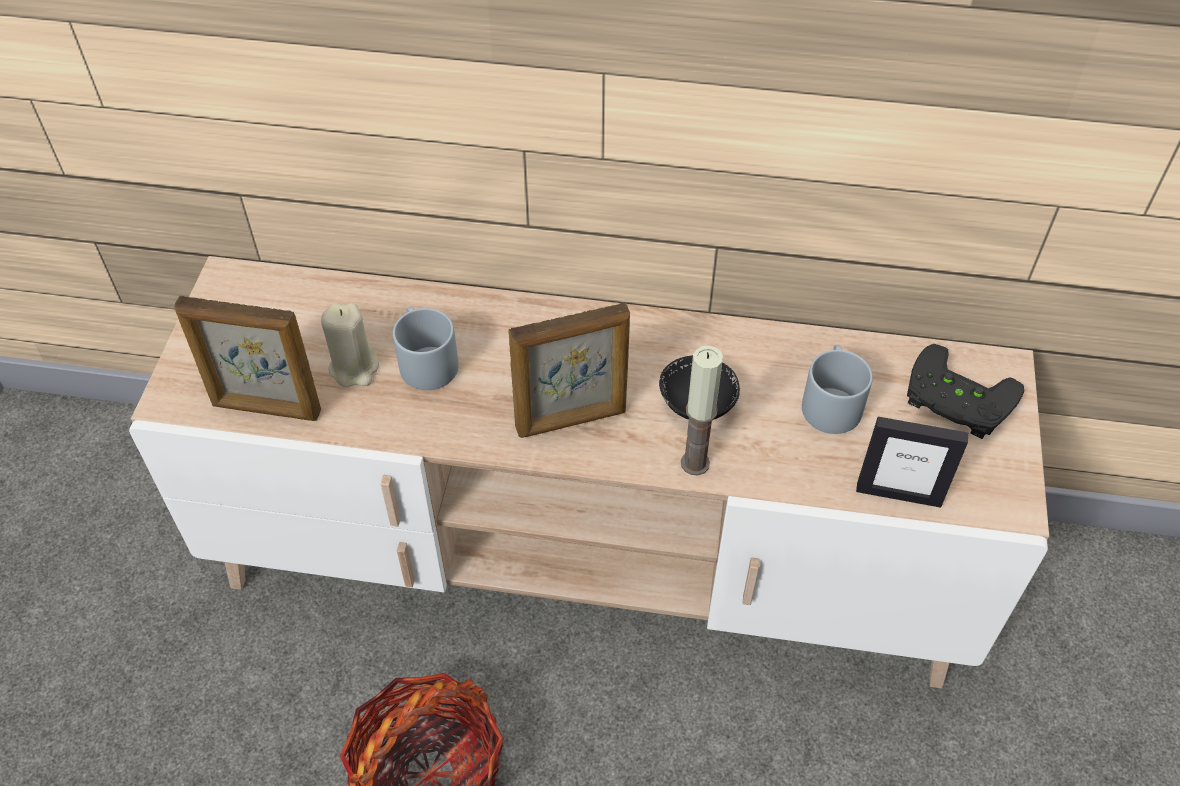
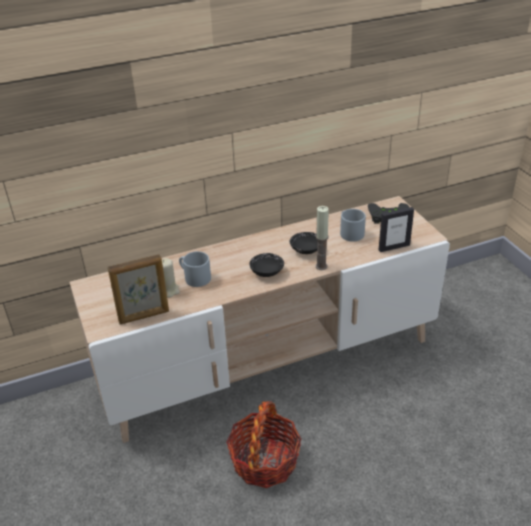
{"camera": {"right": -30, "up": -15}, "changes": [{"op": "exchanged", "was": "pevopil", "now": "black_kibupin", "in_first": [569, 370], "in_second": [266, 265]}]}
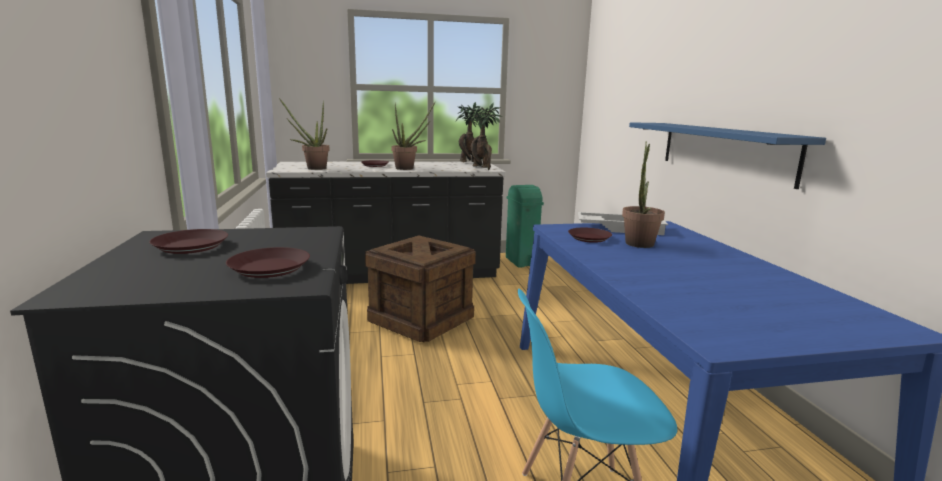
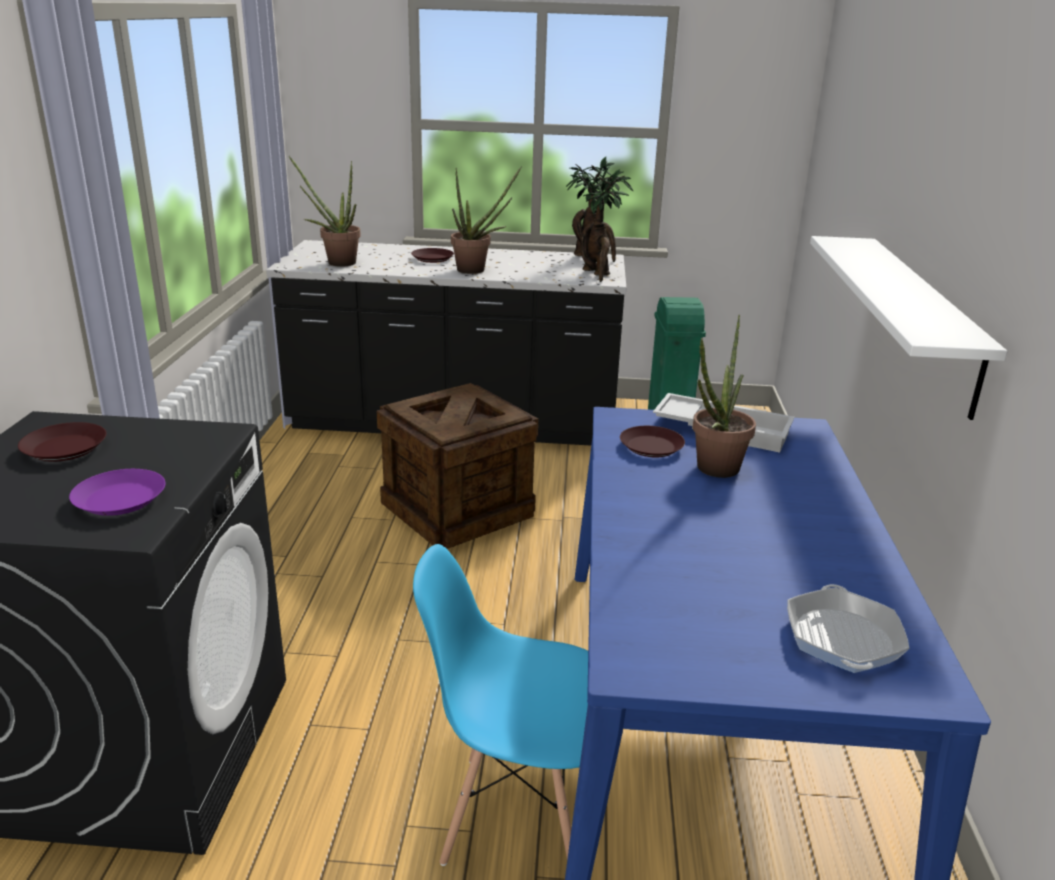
{"camera": {"right": 15, "up": 10}, "changes": [{"op": "colour", "was": "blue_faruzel", "now": "white_faruzel", "in_first": [727, 155], "in_second": [908, 328]}, {"op": "colour", "was": "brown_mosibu", "now": "purple_mosibu", "in_first": [268, 262], "in_second": [117, 492]}, {"op": "appeared", "now": "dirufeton", "in_second": [848, 628]}]}
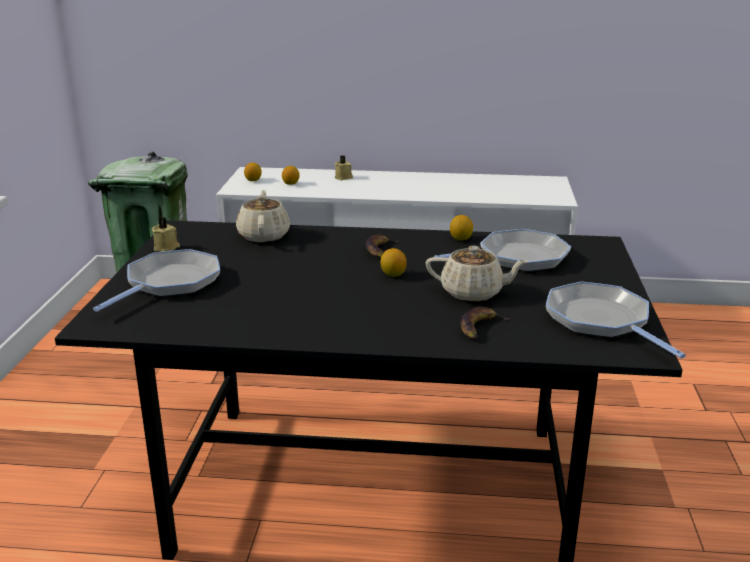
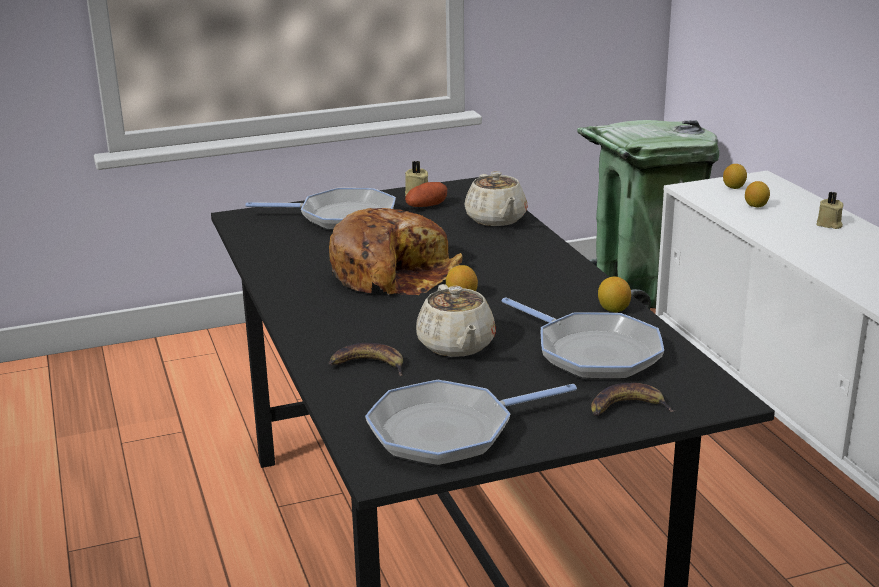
{"camera": {"right": 65, "up": 0}, "changes": [{"op": "spun", "was": "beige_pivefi", "in_first": [263, 216], "in_second": [496, 198], "clockwise": 105}, {"op": "relocated", "was": "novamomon", "in_first": [382, 246], "in_second": [632, 399]}, {"op": "spun", "was": "dirufeton", "in_first": [616, 320], "in_second": [471, 423], "clockwise": -150}, {"op": "appeared", "now": "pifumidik", "in_second": [426, 194]}, {"op": "appeared", "now": "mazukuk", "in_second": [396, 251]}]}
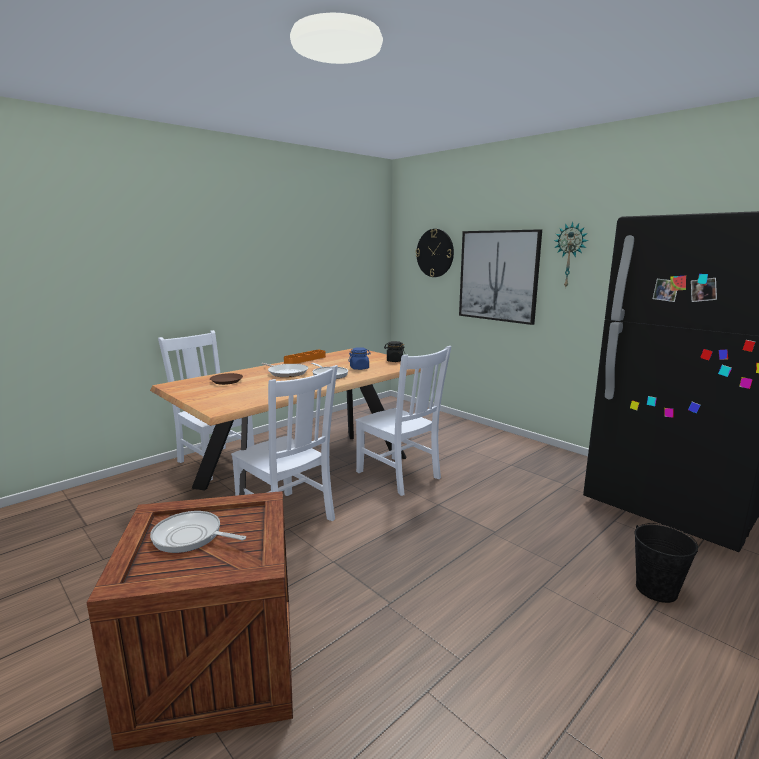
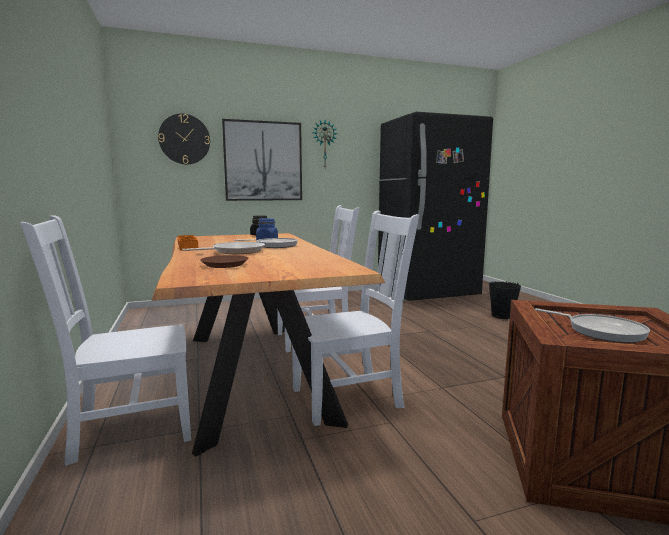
{"camera": {"right": -65, "up": -5}, "changes": [{"op": "spun", "was": "dirufeton", "in_first": [198, 532], "in_second": [592, 325], "clockwise": -90}]}
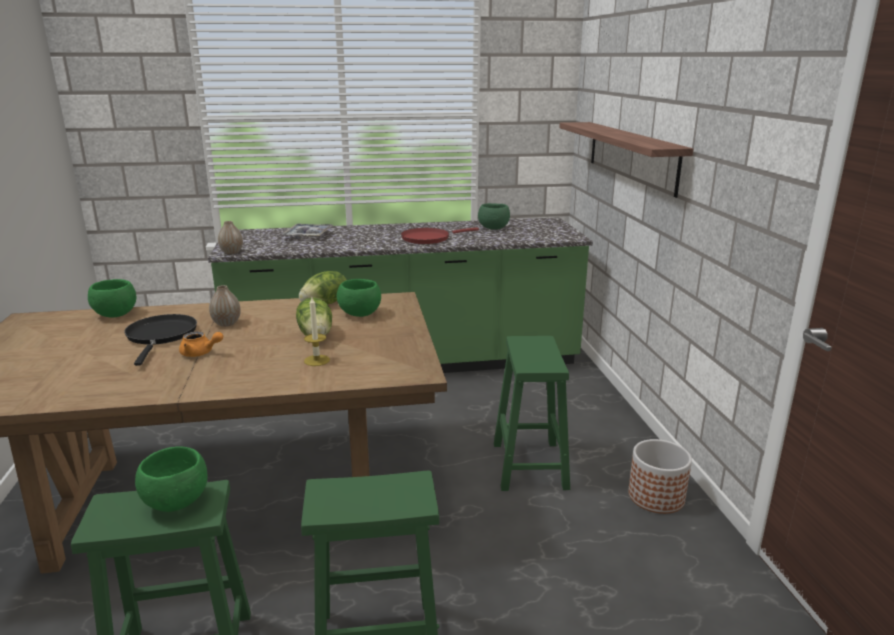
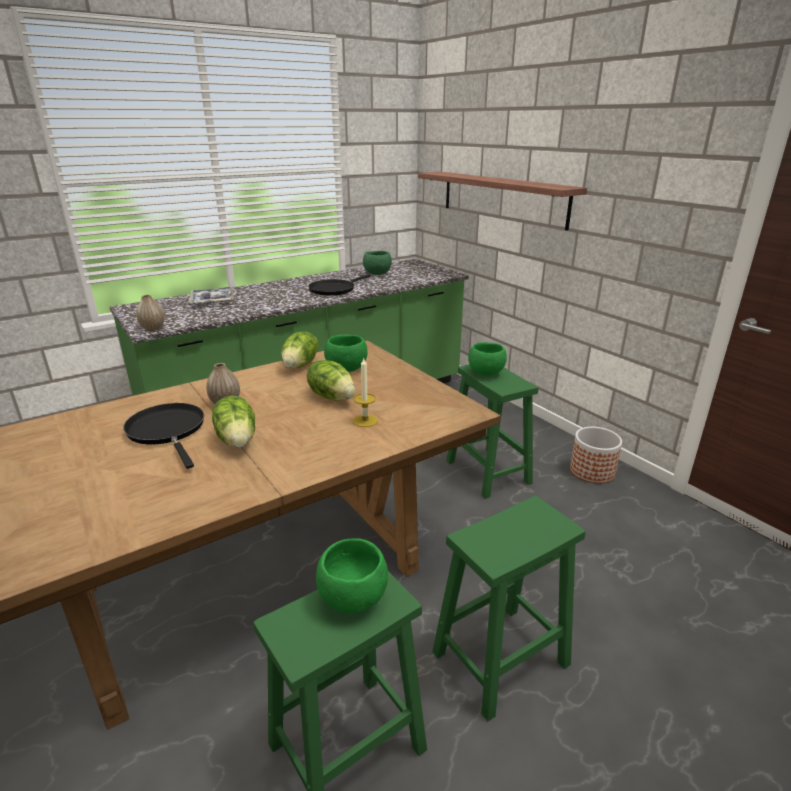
{"camera": {"right": -25, "up": 5}, "changes": [{"op": "colour", "was": "red_dirufeton", "now": "black_dirufeton", "in_first": [440, 236], "in_second": [339, 285]}, {"op": "relocated", "was": "green_kibupin", "in_first": [112, 298], "in_second": [487, 358]}, {"op": "exchanged", "was": "orange_pivefi", "now": "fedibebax", "in_first": [201, 344], "in_second": [233, 422]}]}
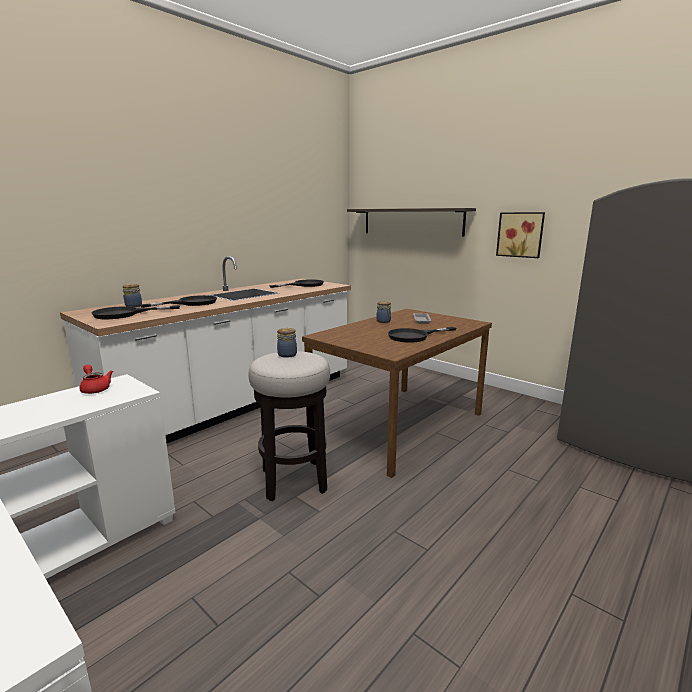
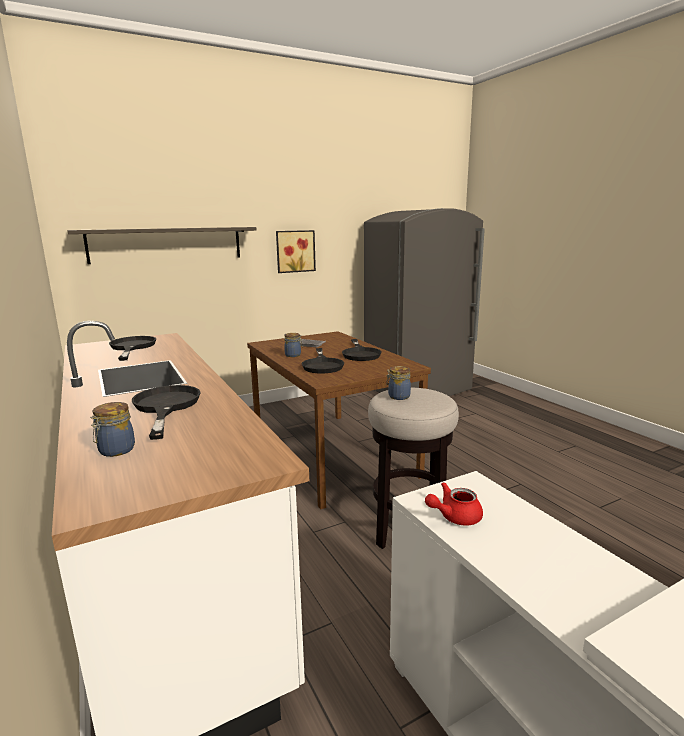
{"camera": {"right": -70, "up": 0}, "changes": [{"op": "relocated", "was": "black_dirufeton", "in_first": [135, 312], "in_second": [323, 360]}]}
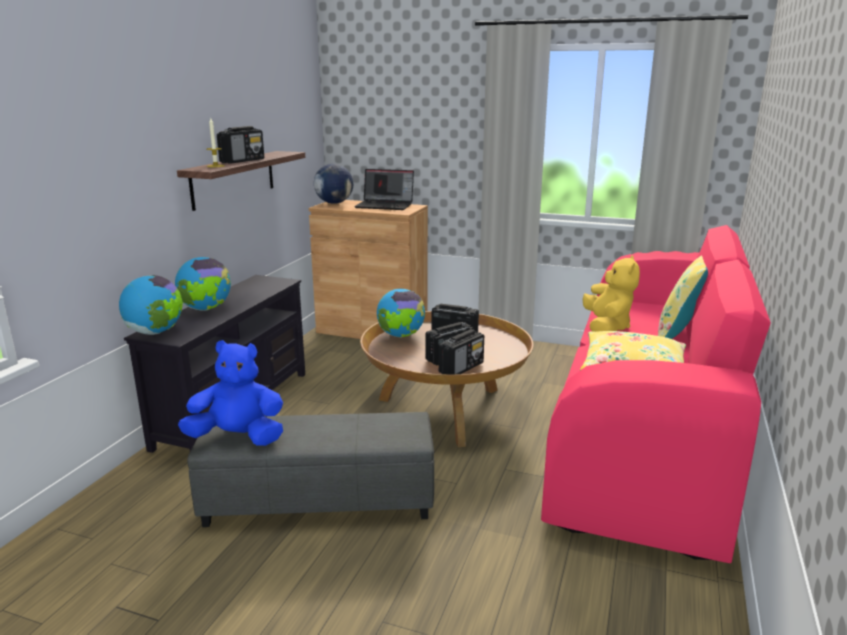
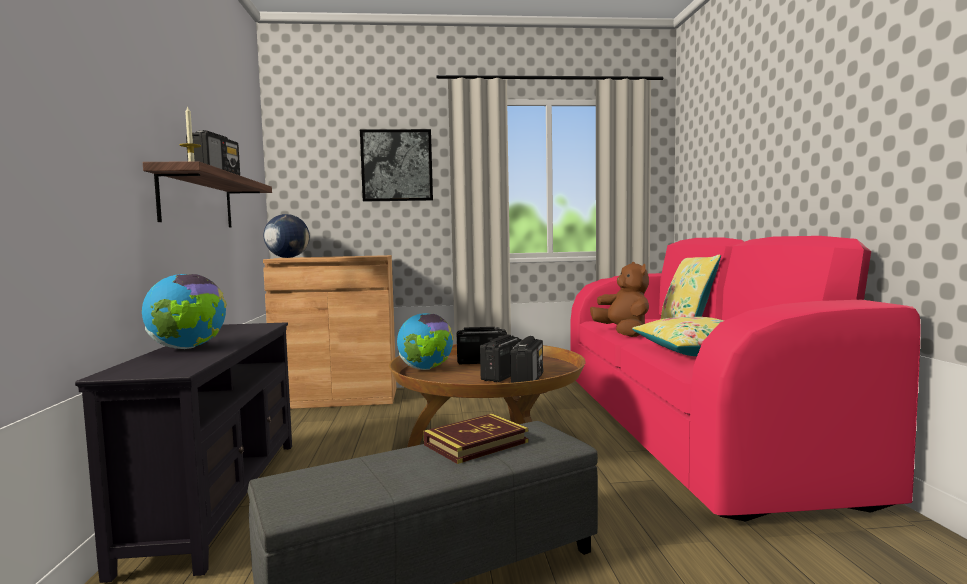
{"camera": {"right": -25, "up": -15}, "changes": [{"op": "missing", "was": "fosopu", "in_first": [384, 189]}, {"op": "colour", "was": "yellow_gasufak", "now": "brown_gasufak", "in_first": [611, 293], "in_second": [619, 299]}, {"op": "missing", "was": "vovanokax", "in_first": [151, 305]}, {"op": "missing", "was": "blue_gasufak", "in_first": [230, 393]}, {"op": "appeared", "now": "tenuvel", "in_second": [396, 165]}, {"op": "appeared", "now": "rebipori", "in_second": [476, 439]}]}
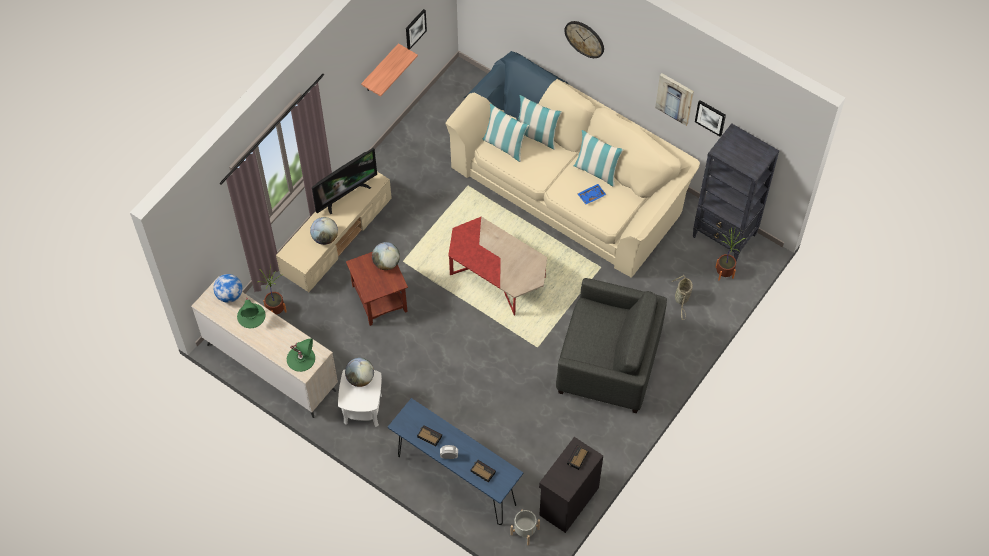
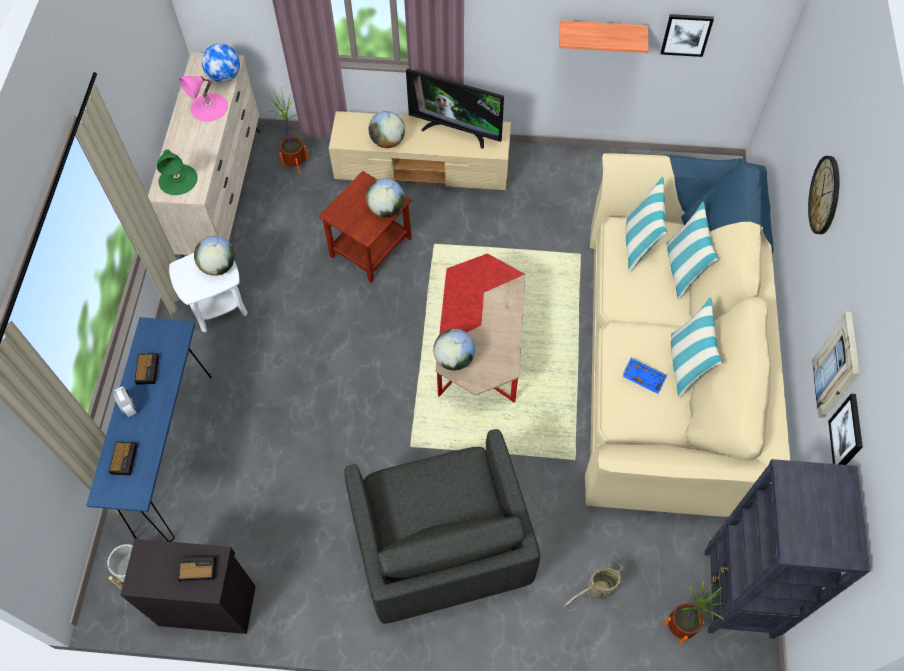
{"camera": {"right": 60, "up": 0}, "changes": [{"op": "colour", "was": "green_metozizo", "now": "pink_metozizo", "in_first": [251, 313], "in_second": [203, 99]}, {"op": "appeared", "now": "vovanokax", "in_second": [454, 349]}]}
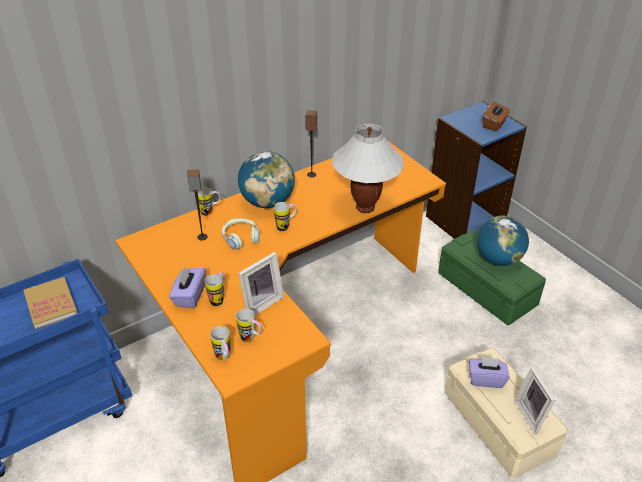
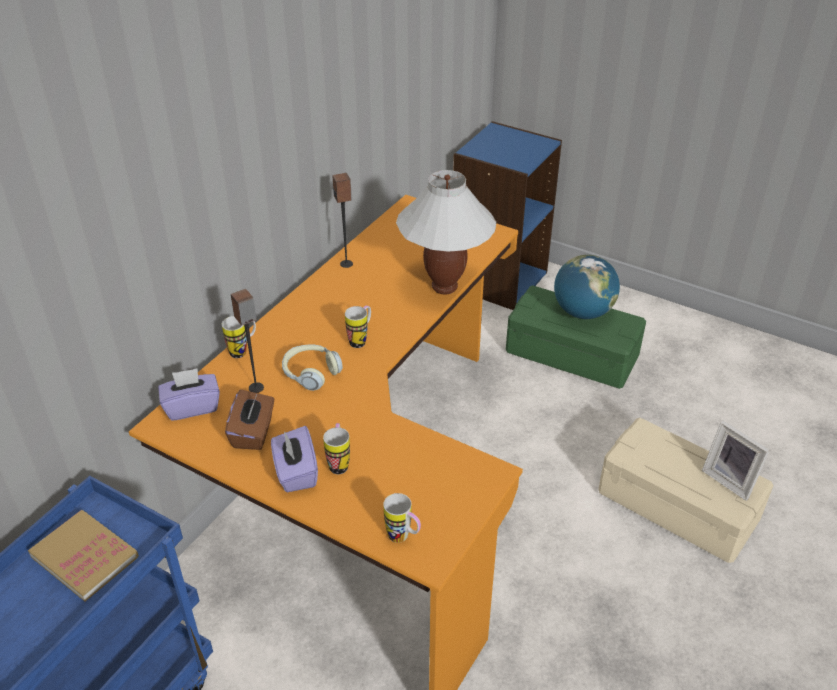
{"camera": {"right": -25, "up": 0}, "changes": [{"op": "relocated", "was": "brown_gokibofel", "in_first": [496, 116], "in_second": [249, 420]}, {"op": "missing", "was": "vovanokax", "in_first": [266, 179]}, {"op": "missing", "was": "pevopil", "in_first": [261, 283]}, {"op": "missing", "was": "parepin", "in_first": [249, 325]}, {"op": "relocated", "was": "purple_gokibofel", "in_first": [489, 372], "in_second": [189, 394]}]}
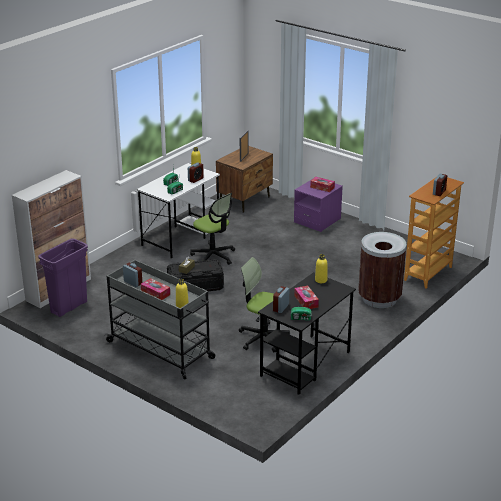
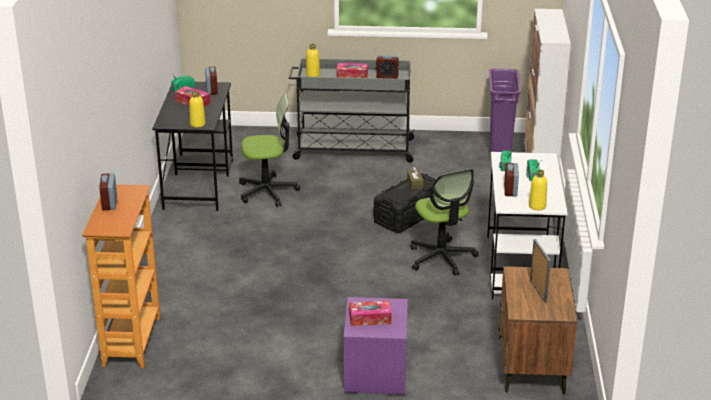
{"camera": {"right": 145, "up": 0}, "changes": [{"op": "spun", "was": "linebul", "in_first": [212, 229], "in_second": [445, 222], "clockwise": -120}, {"op": "missing", "was": "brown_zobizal", "in_first": [382, 270]}]}
